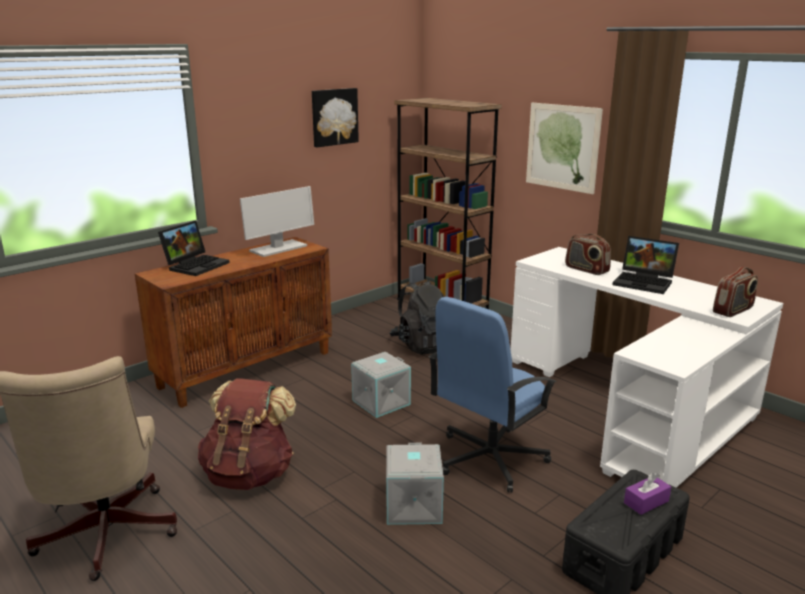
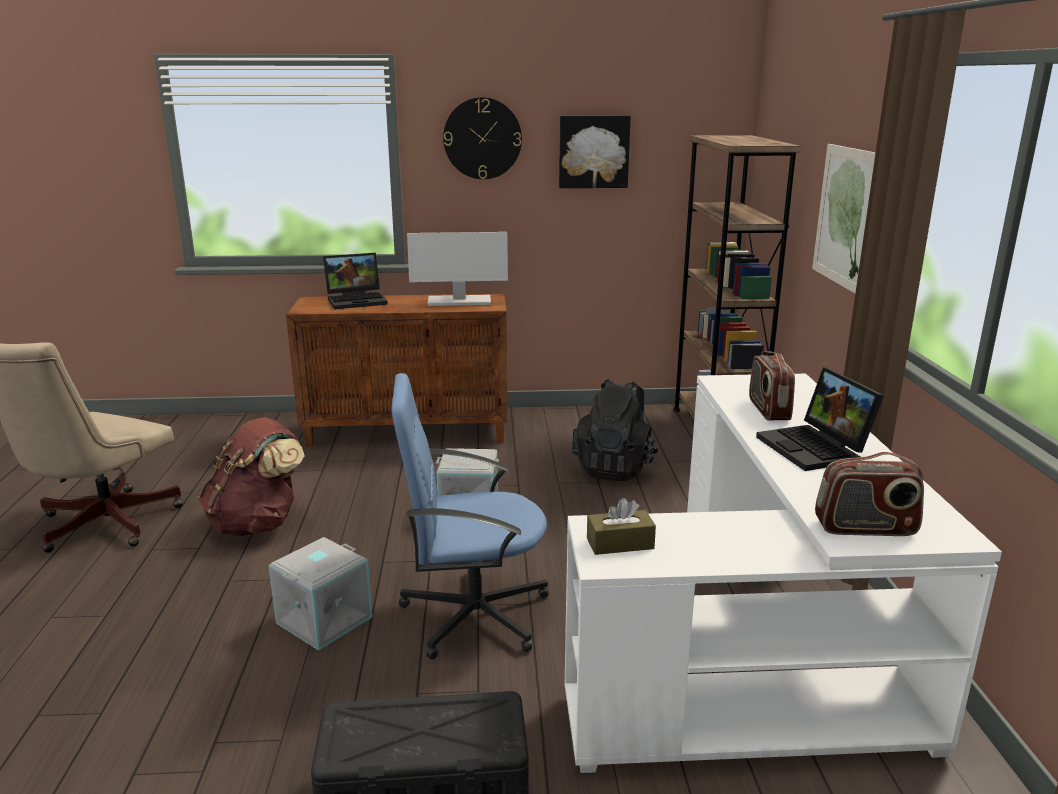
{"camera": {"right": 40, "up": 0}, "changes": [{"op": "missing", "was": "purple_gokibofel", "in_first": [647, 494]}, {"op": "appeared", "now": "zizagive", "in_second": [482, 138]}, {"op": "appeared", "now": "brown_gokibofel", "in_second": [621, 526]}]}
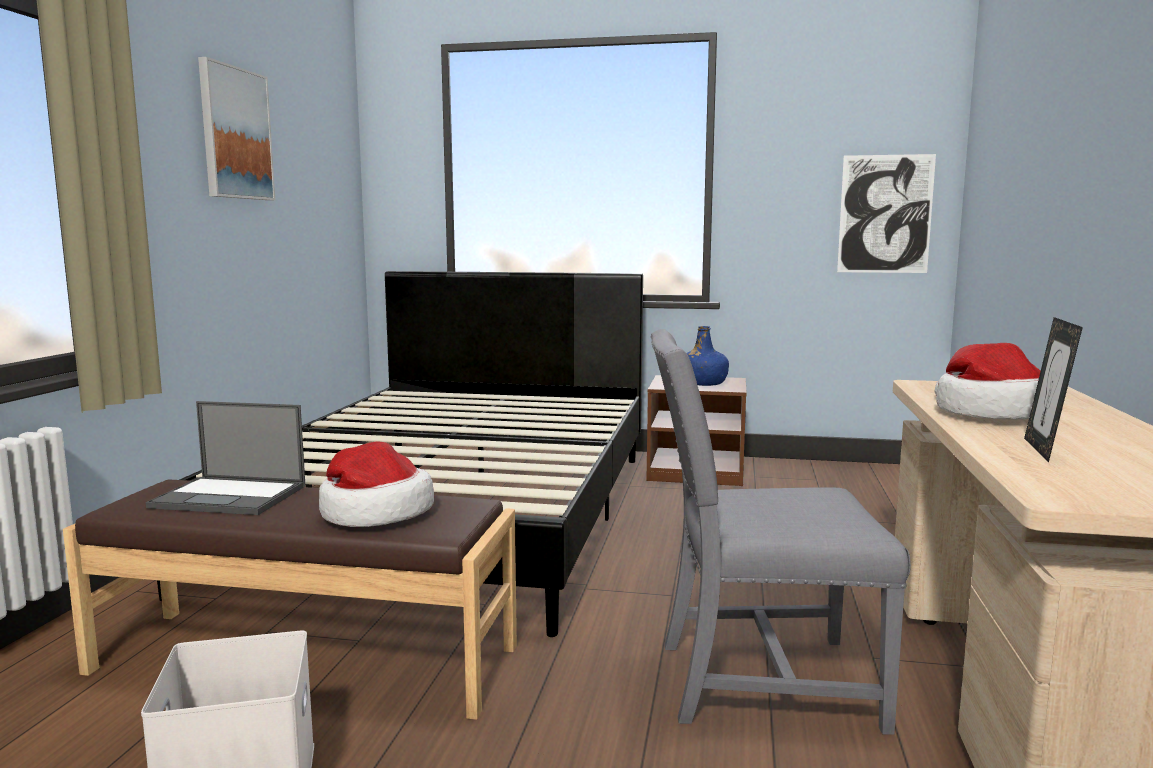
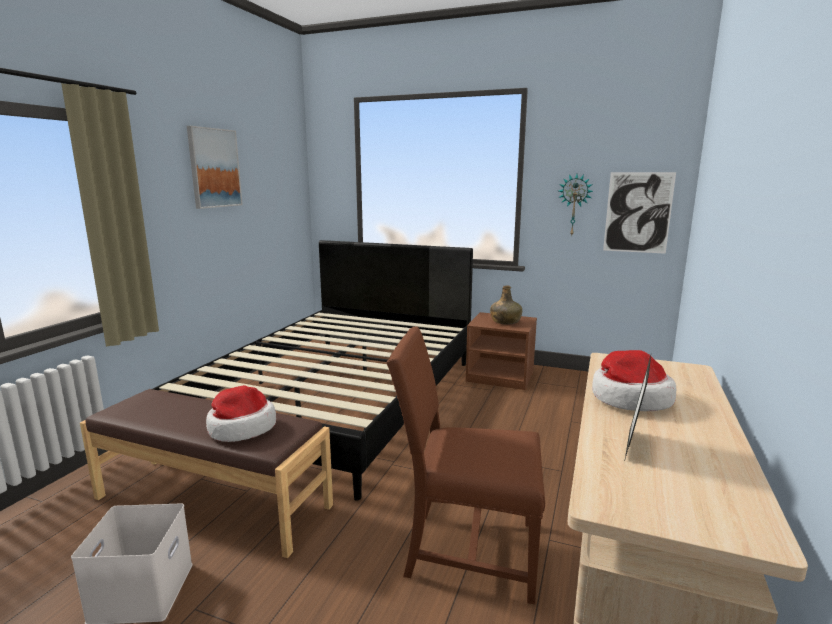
{"camera": {"right": 10, "up": 5}, "changes": [{"op": "colour", "was": "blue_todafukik", "now": "green_todafukik", "in_first": [708, 356], "in_second": [506, 305]}, {"op": "colour", "was": "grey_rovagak", "now": "brown_rovagak", "in_first": [781, 532], "in_second": [465, 465]}, {"op": "missing", "was": "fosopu", "in_first": [225, 458]}, {"op": "appeared", "now": "zizagive", "in_second": [575, 205]}]}
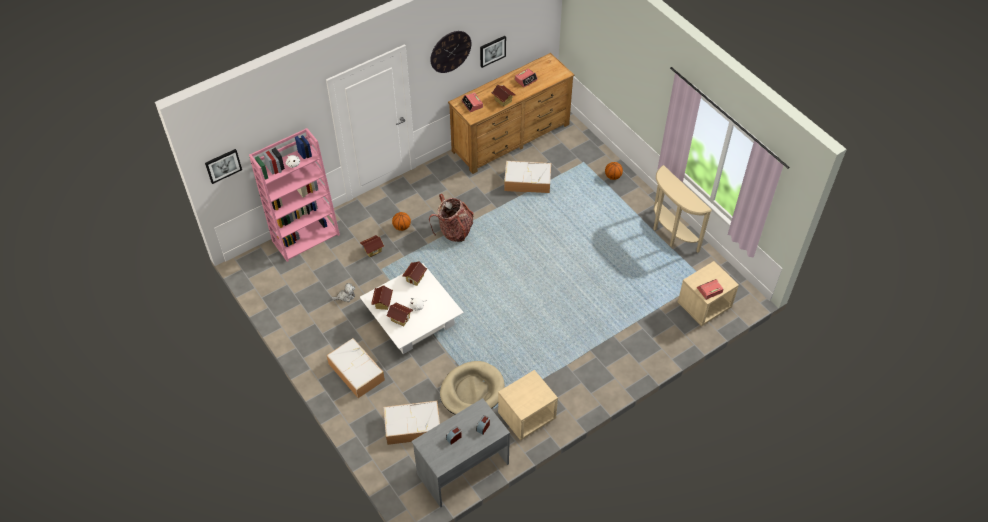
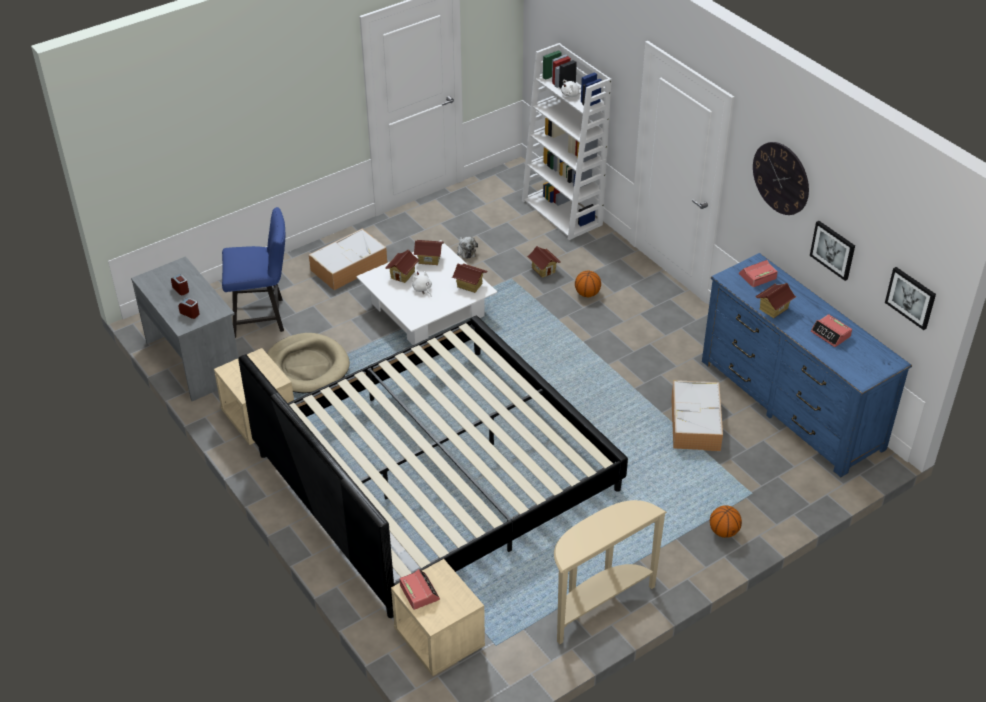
{"camera": {"right": 90, "up": -10}, "changes": [{"op": "colour", "was": "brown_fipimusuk", "now": "blue_fipimusuk", "in_first": [511, 113], "in_second": [807, 365]}, {"op": "colour", "was": "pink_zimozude", "now": "white_zimozude", "in_first": [294, 195], "in_second": [567, 141]}, {"op": "relocated", "was": "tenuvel", "in_first": [223, 166], "in_second": [910, 298]}, {"op": "missing", "was": "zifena", "in_first": [451, 218]}, {"op": "exchanged", "was": "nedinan", "now": "blue_rovagak", "in_first": [412, 423], "in_second": [253, 272]}, {"op": "appeared", "now": "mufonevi", "in_second": [433, 467]}]}
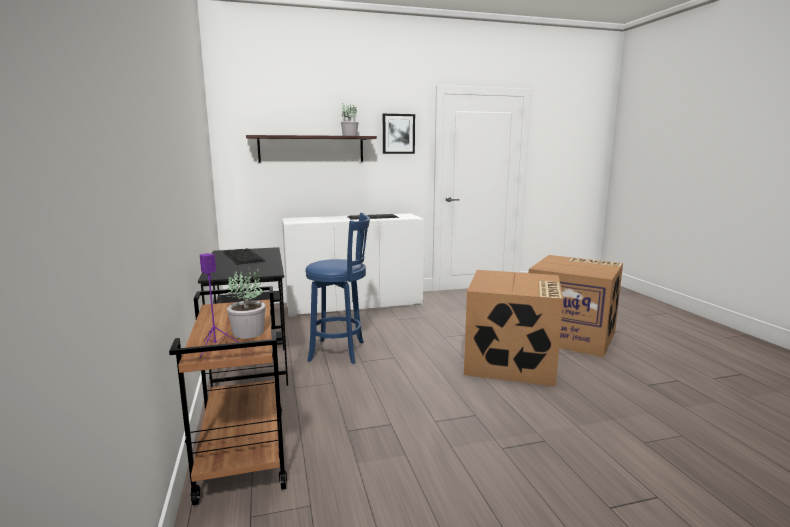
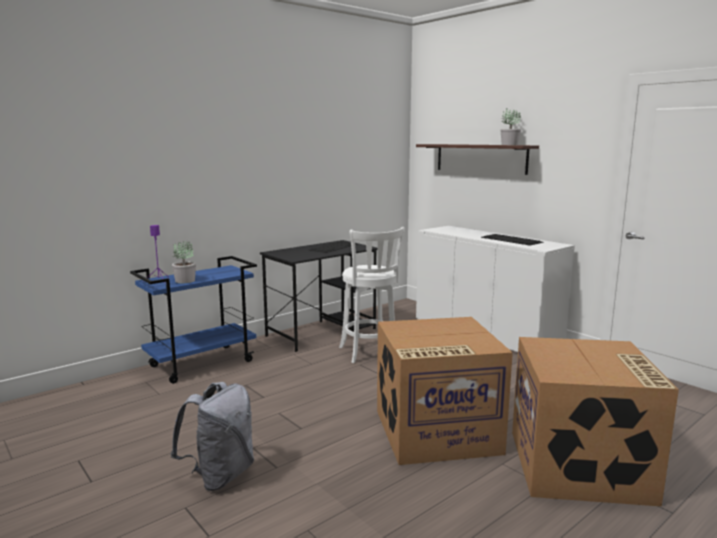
{"camera": {"right": 65, "up": 0}, "changes": [{"op": "missing", "was": "tenuvel", "in_first": [399, 134]}, {"op": "colour", "was": "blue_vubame", "now": "white_vubame", "in_first": [337, 288], "in_second": [372, 295]}, {"op": "colour", "was": "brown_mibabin", "now": "blue_mibabin", "in_first": [228, 395], "in_second": [193, 320]}, {"op": "appeared", "now": "grey_zifena", "in_second": [212, 436]}]}
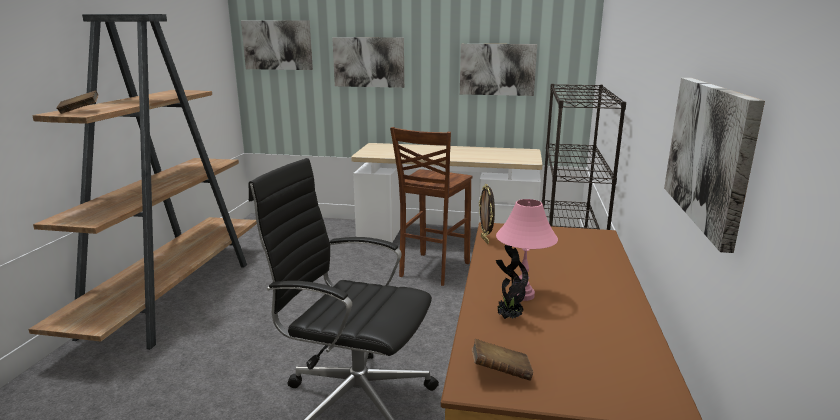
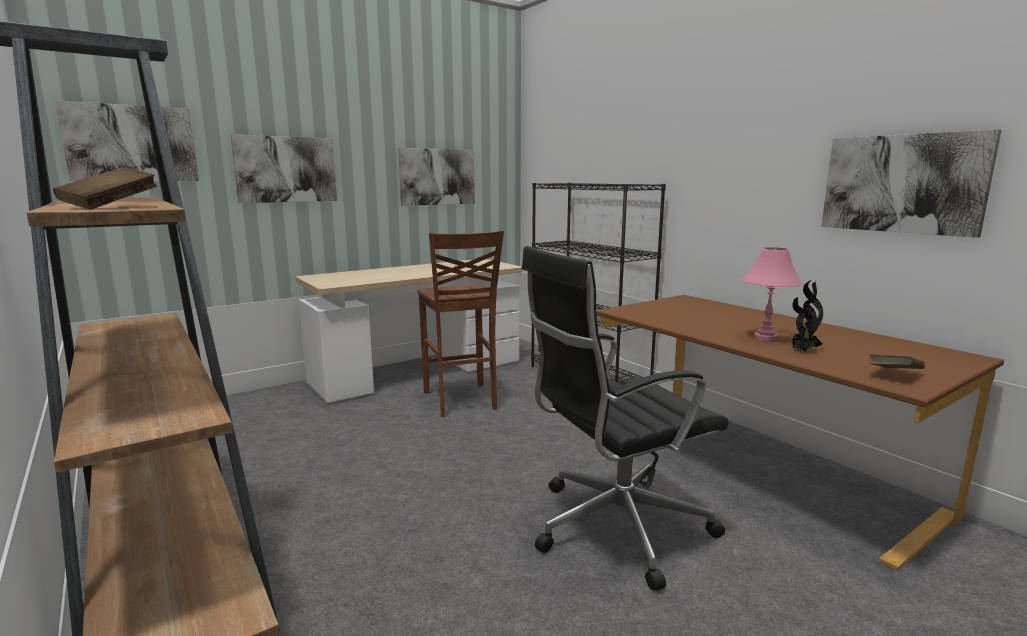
{"camera": {"right": -45, "up": -5}, "changes": [{"op": "missing", "was": "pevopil", "in_first": [487, 214]}]}
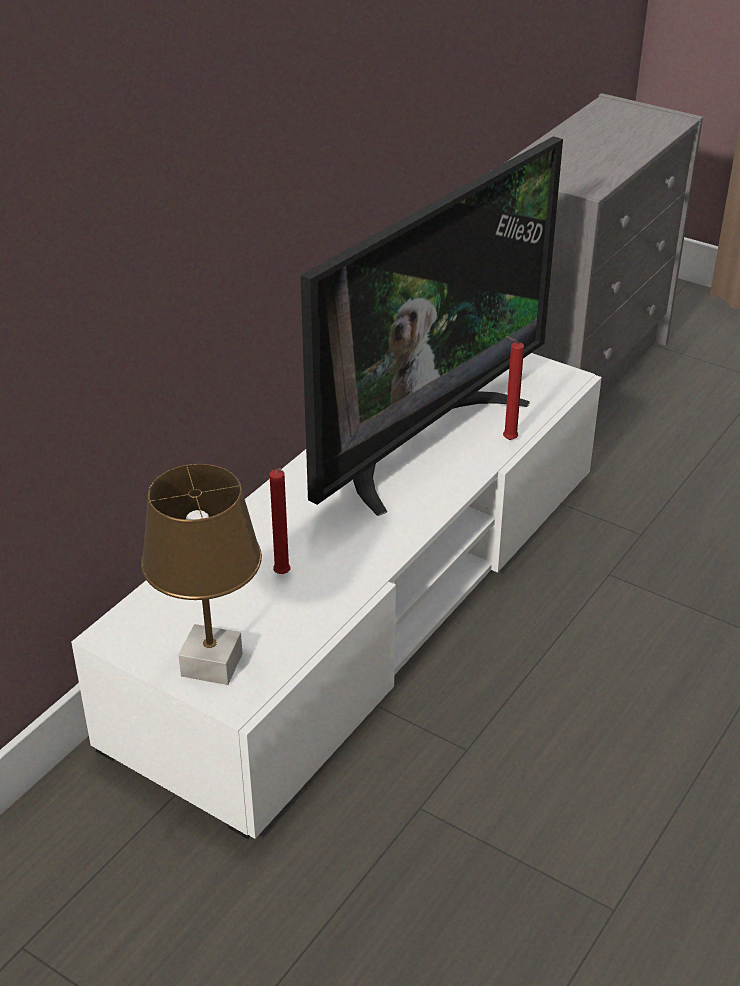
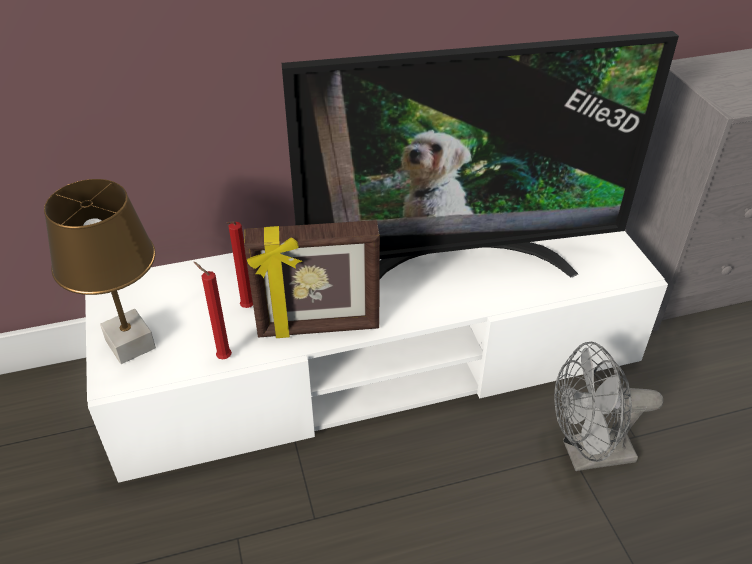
{"camera": {"right": 40, "up": 5}, "changes": [{"op": "relocated", "was": "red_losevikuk", "in_first": [513, 388], "in_second": [213, 310]}, {"op": "appeared", "now": "pevopil", "in_second": [312, 279]}, {"op": "appeared", "now": "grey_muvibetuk", "in_second": [608, 406]}]}
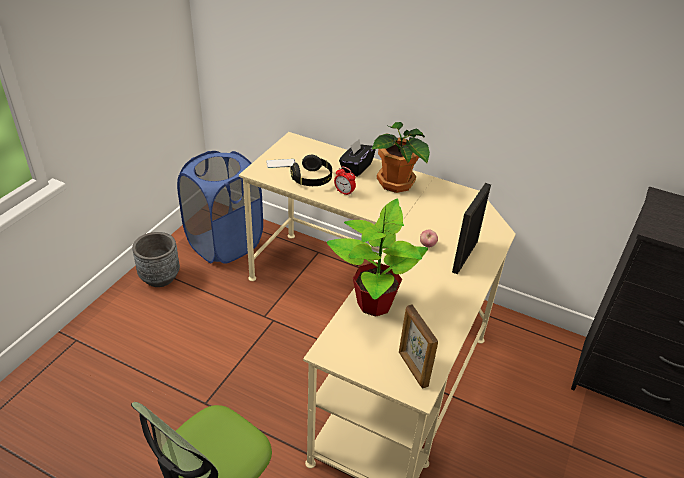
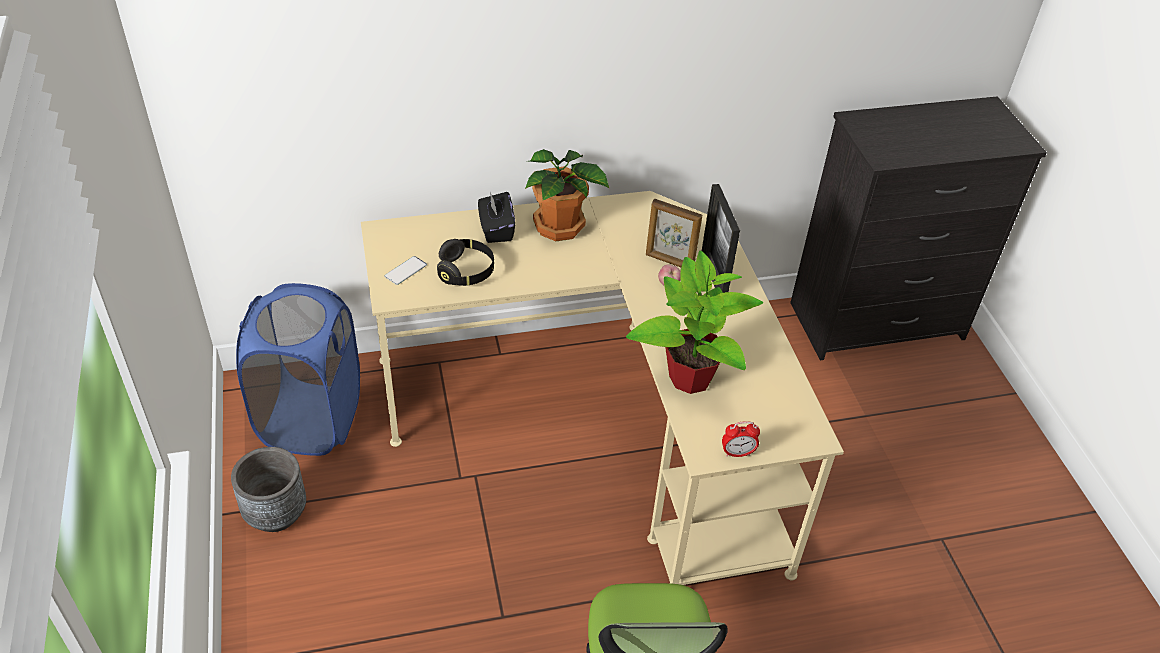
{"camera": {"right": -40, "up": 5}, "changes": [{"op": "relocated", "was": "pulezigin", "in_first": [345, 181], "in_second": [741, 439]}, {"op": "relocated", "was": "pevopil", "in_first": [418, 346], "in_second": [674, 233]}]}
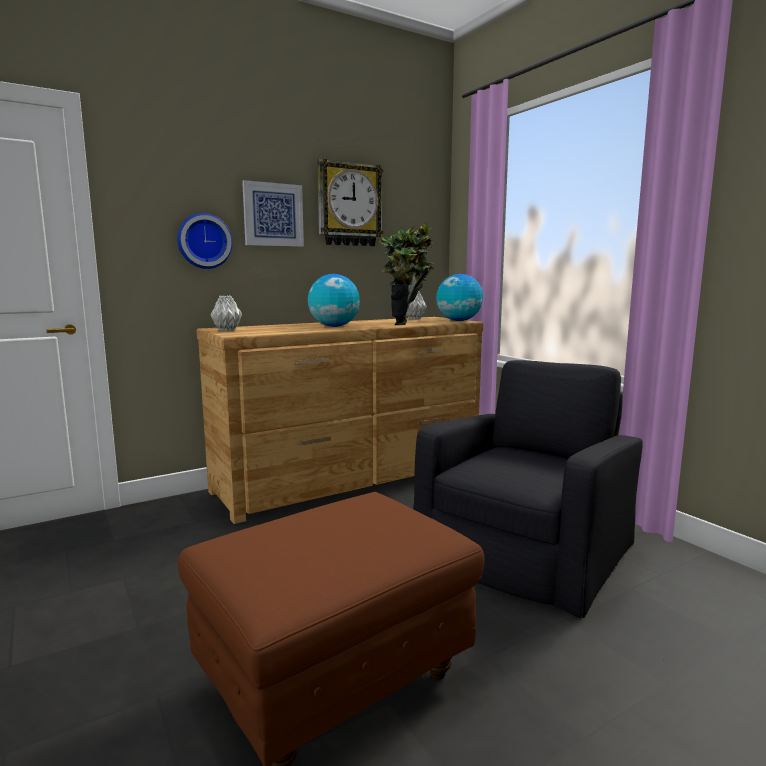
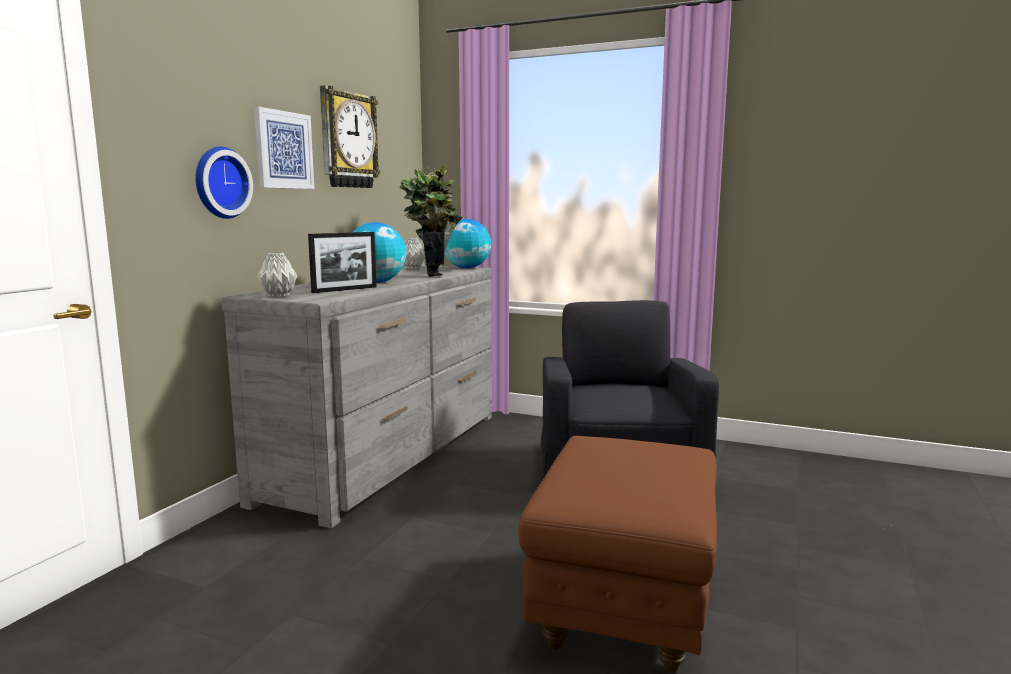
{"camera": {"right": -35, "up": 0}, "changes": [{"op": "colour", "was": "brown_fipimusuk", "now": "grey_fipimusuk", "in_first": [340, 420], "in_second": [356, 396]}, {"op": "appeared", "now": "pevopil", "in_second": [342, 262]}]}
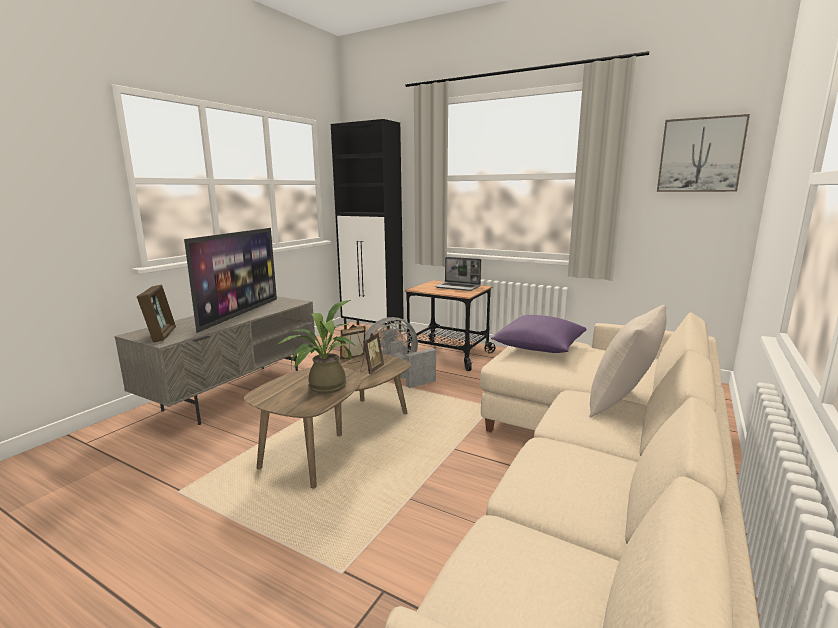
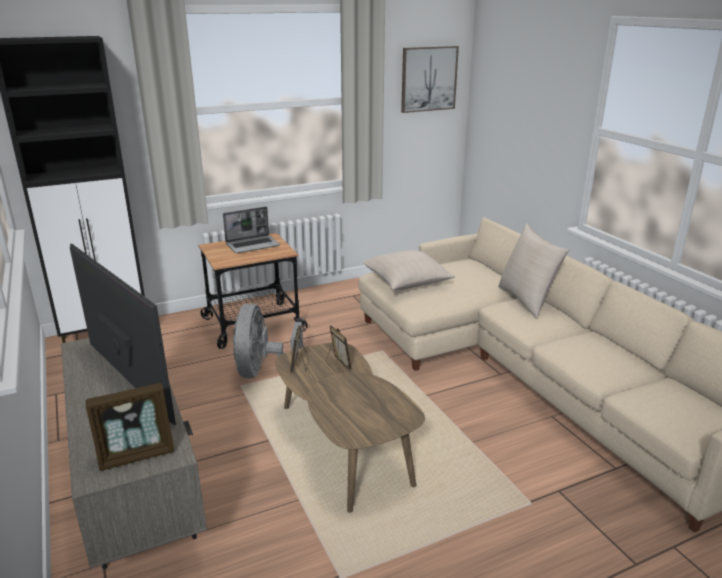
{"camera": {"right": -55, "up": 10}, "changes": [{"op": "spun", "was": "pevopil", "in_first": [156, 314], "in_second": [130, 427], "clockwise": 135}, {"op": "missing", "was": "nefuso", "in_first": [315, 347]}, {"op": "colour", "was": "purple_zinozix", "now": "beige_zinozix", "in_first": [539, 334], "in_second": [408, 270]}]}
